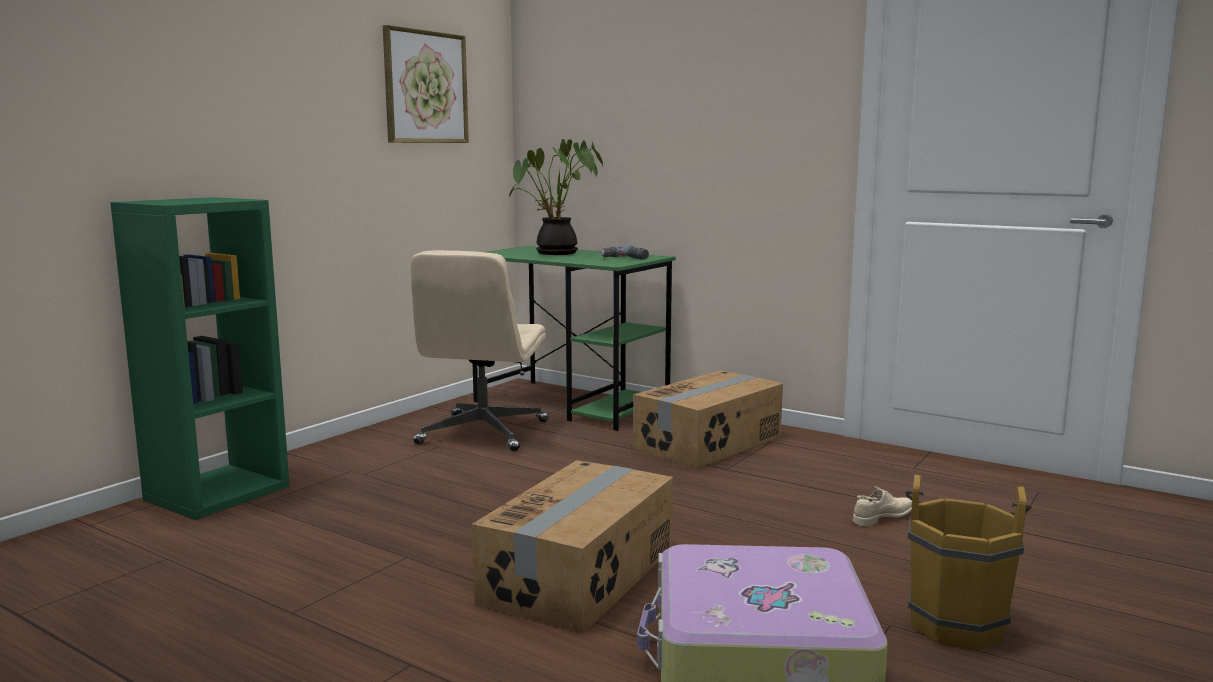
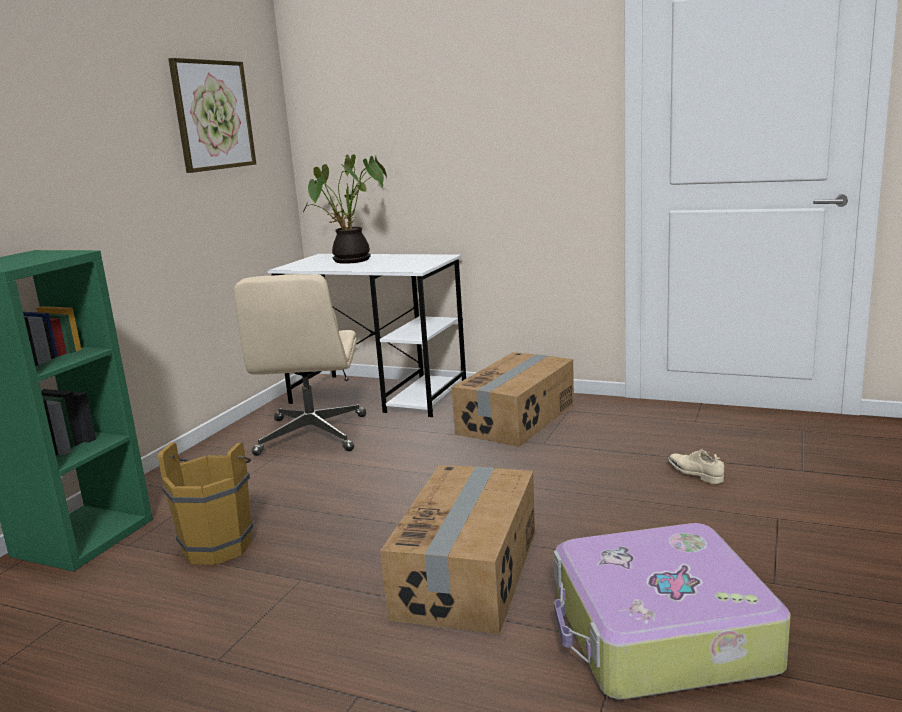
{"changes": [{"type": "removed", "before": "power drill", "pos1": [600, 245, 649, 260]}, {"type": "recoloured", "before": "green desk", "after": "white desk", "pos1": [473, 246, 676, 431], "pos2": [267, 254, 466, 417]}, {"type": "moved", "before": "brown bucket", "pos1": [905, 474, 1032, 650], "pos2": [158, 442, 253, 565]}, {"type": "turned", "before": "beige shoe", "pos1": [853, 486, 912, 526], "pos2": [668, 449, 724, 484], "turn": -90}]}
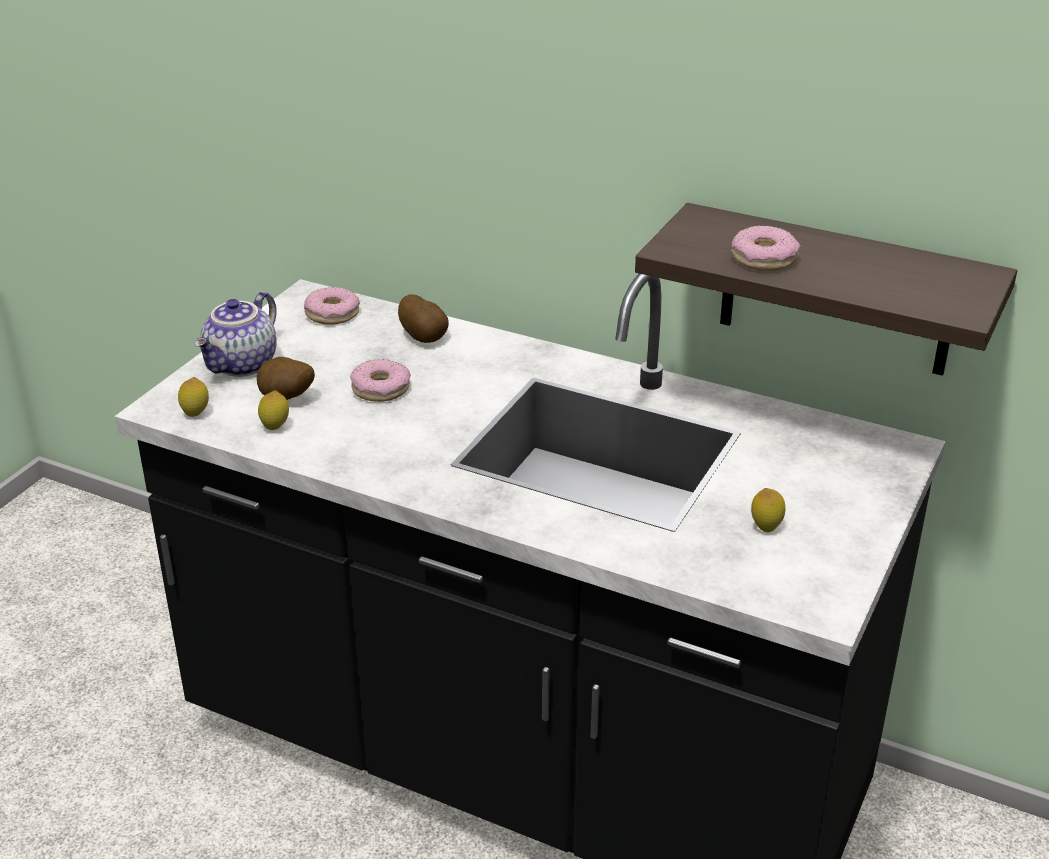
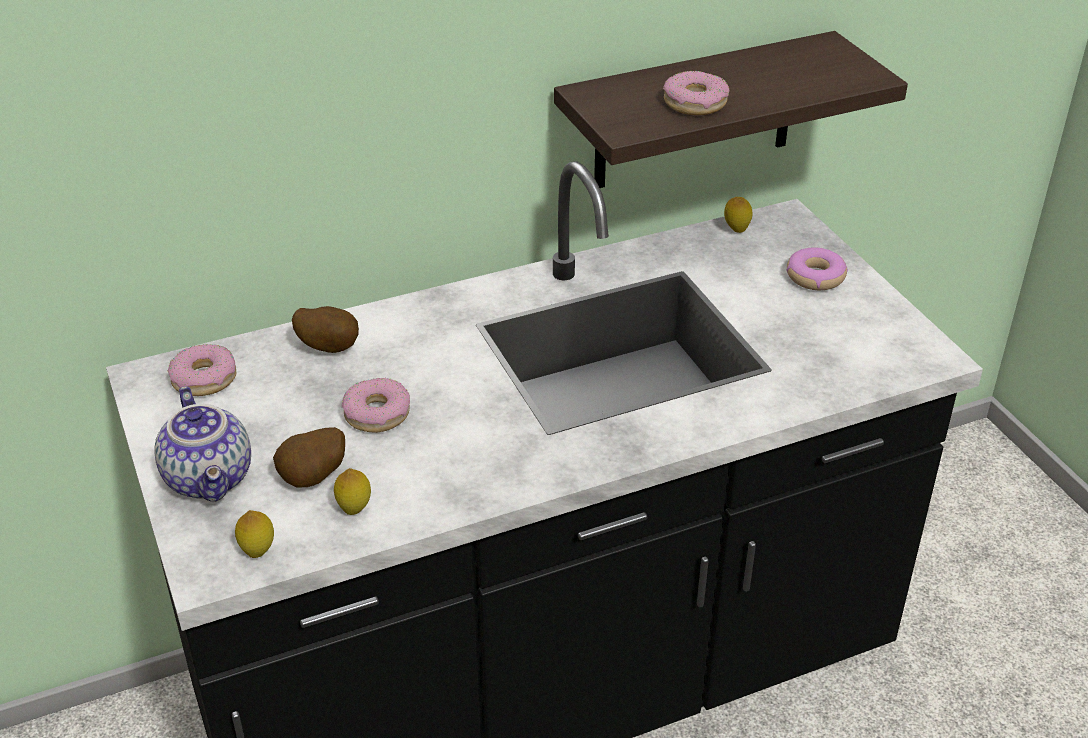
{"changes": [{"type": "moved", "before": "lemon", "pos1": [751, 488, 785, 532], "pos2": [724, 197, 752, 233]}, {"type": "added", "after": "donut", "pos2": [786, 248, 848, 290]}]}
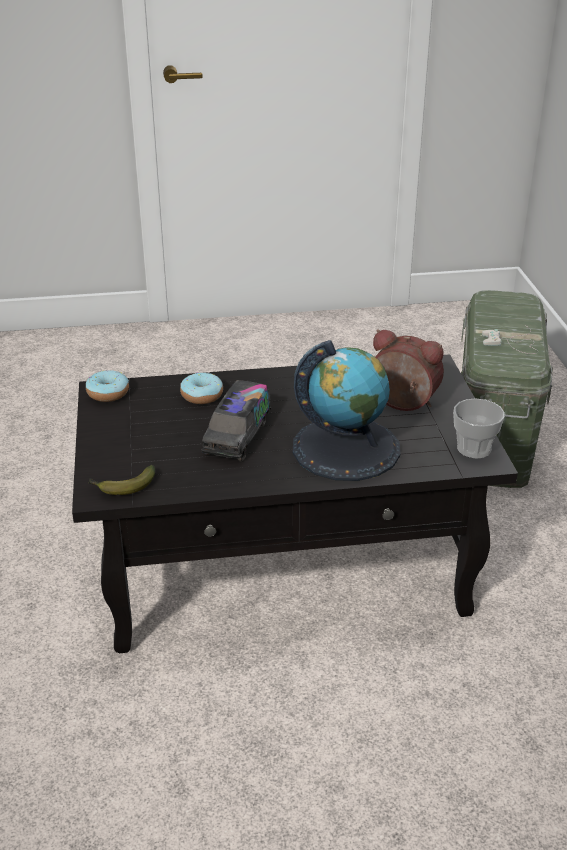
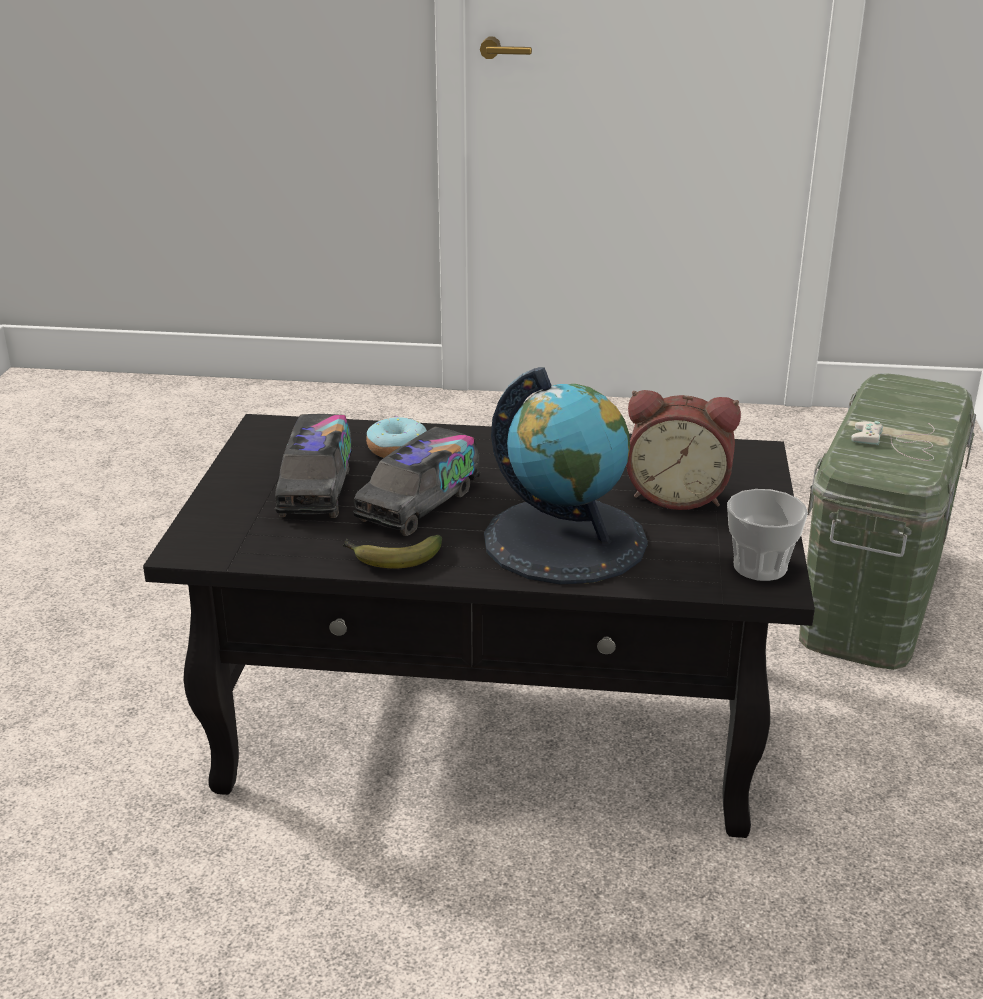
{"changes": [{"type": "turned", "before": "alarm clock", "pos1": [373, 329, 444, 411], "pos2": [626, 390, 741, 510], "turn": 150}, {"type": "removed", "before": "donut", "pos1": [86, 370, 129, 402]}, {"type": "moved", "before": "banana", "pos1": [88, 465, 155, 495], "pos2": [342, 535, 442, 568]}, {"type": "added", "after": "toy truck", "pos2": [275, 414, 353, 518]}]}
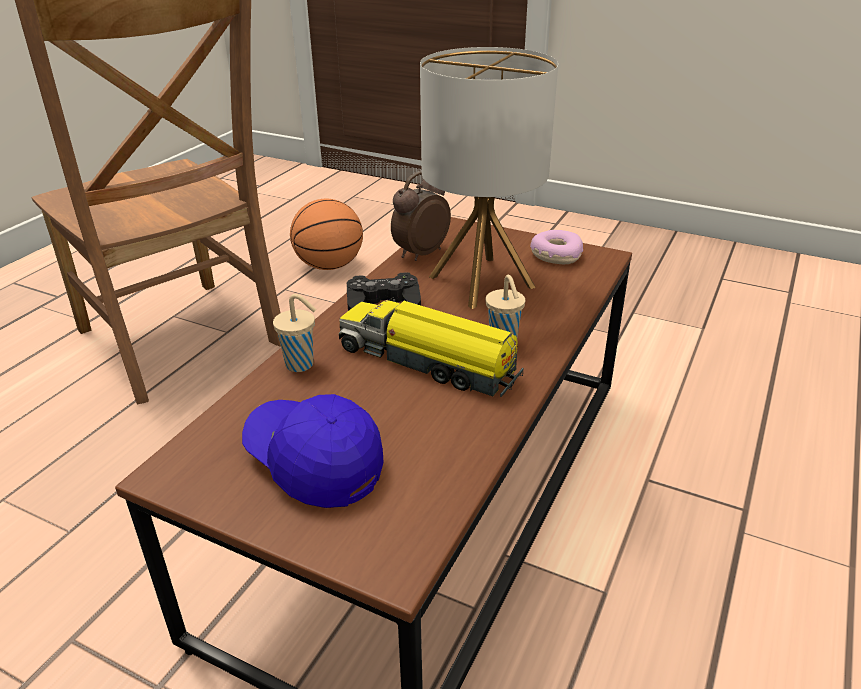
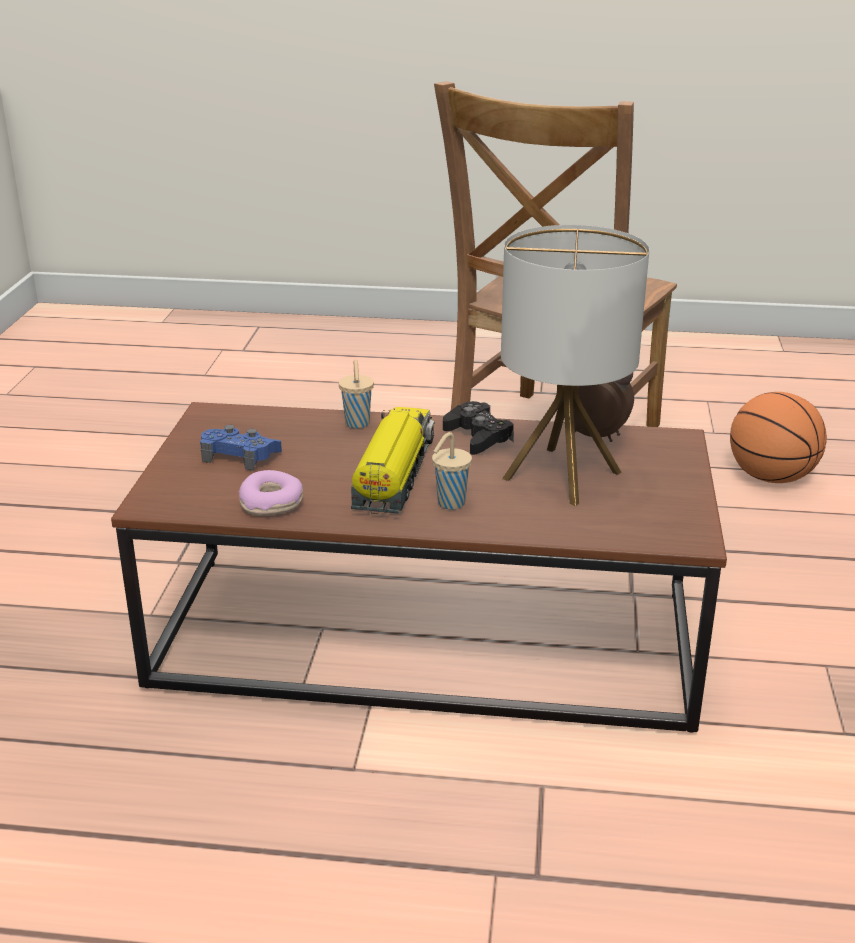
{"changes": [{"type": "moved", "before": "donut", "pos1": [530, 230, 583, 264], "pos2": [238, 470, 303, 516]}, {"type": "replaced", "before": "blue cap", "after": "blue game controller", "pos1": [242, 394, 384, 508], "pos2": [200, 425, 282, 471]}]}
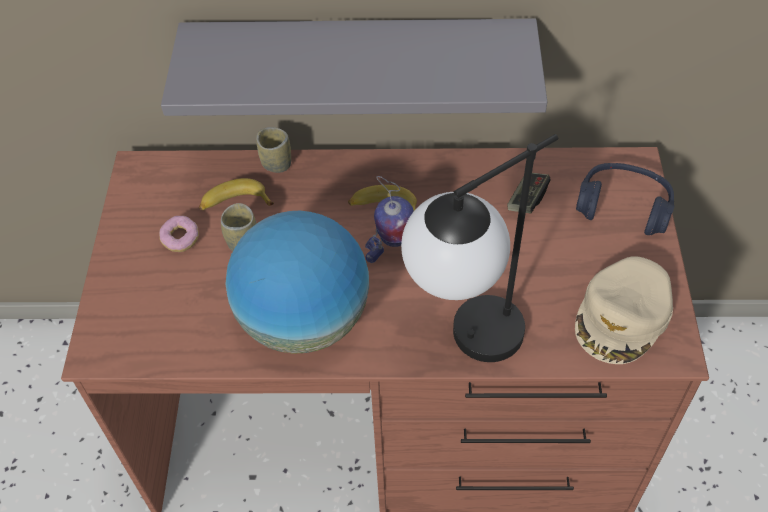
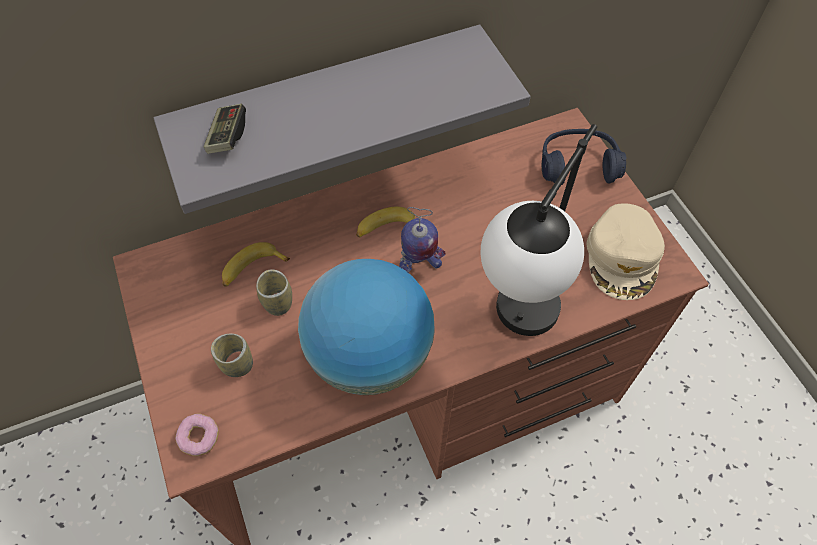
{"changes": [{"type": "moved", "before": "cup", "pos1": [256, 127, 291, 173], "pos2": [211, 334, 253, 377]}, {"type": "moved", "before": "game controller", "pos1": [507, 173, 551, 213], "pos2": [204, 104, 246, 154]}, {"type": "moved", "before": "donut", "pos1": [159, 216, 199, 252], "pos2": [175, 414, 219, 456]}]}
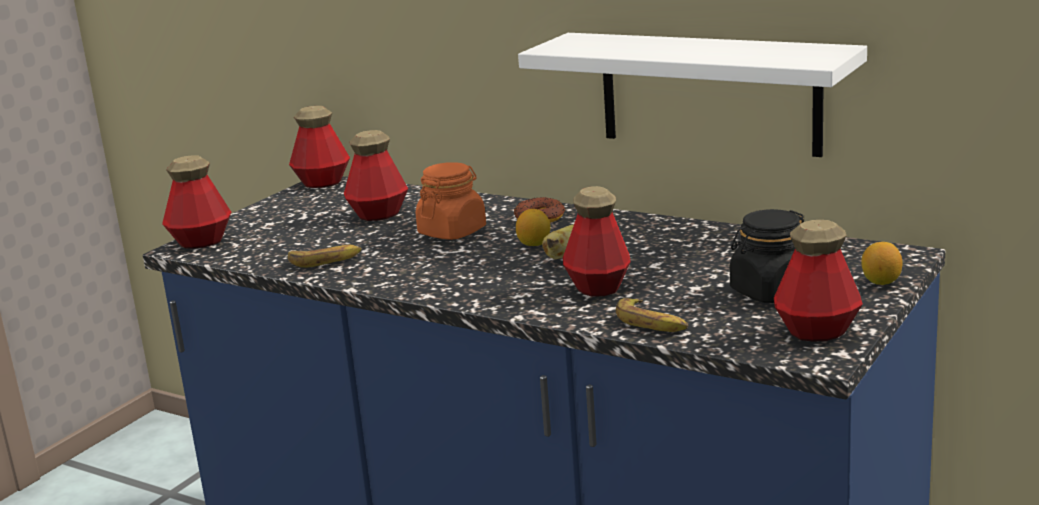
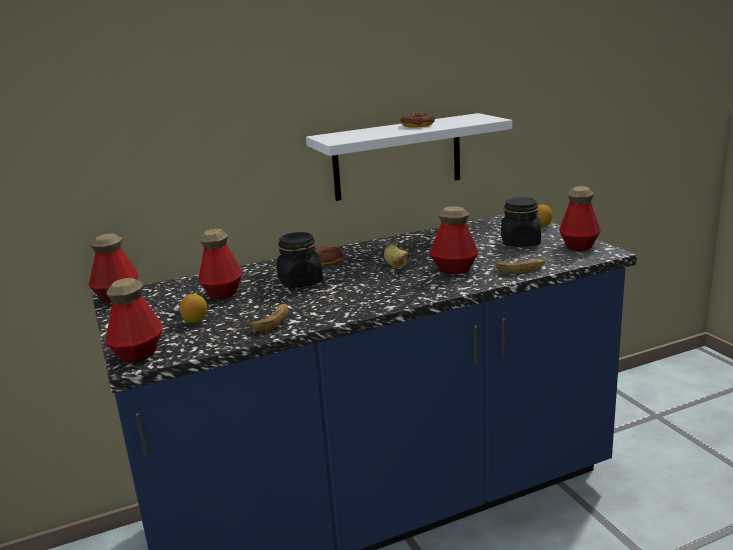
{"changes": [{"type": "recoloured", "before": "orange jar", "after": "black jar", "pos1": [416, 162, 486, 240], "pos2": [277, 232, 323, 288]}, {"type": "moved", "before": "lemon", "pos1": [516, 209, 550, 246], "pos2": [180, 294, 207, 323]}, {"type": "added", "after": "donut", "pos2": [400, 113, 435, 128]}]}
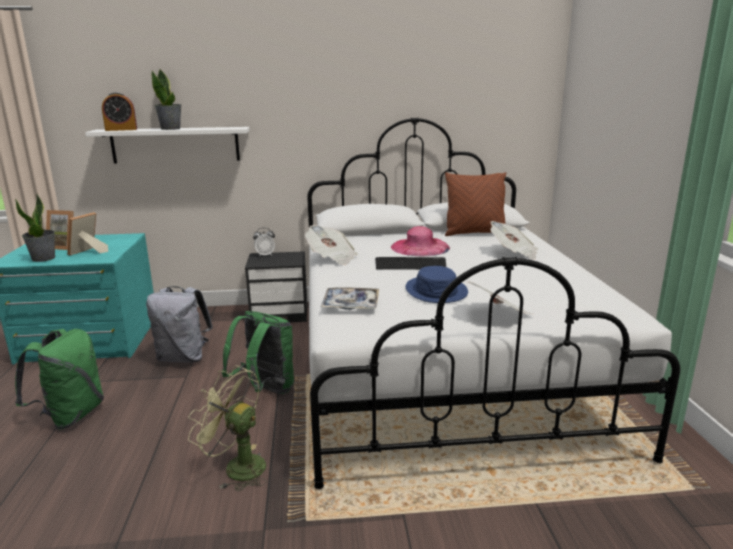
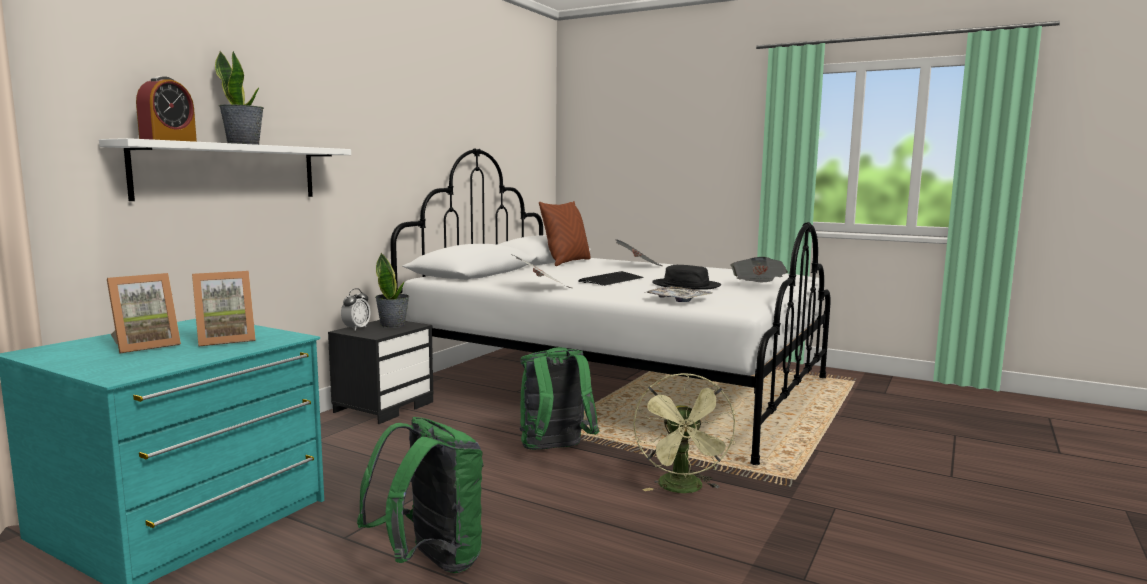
{"changes": [{"type": "moved", "before": "potted plant", "pos1": [15, 194, 55, 262], "pos2": [375, 253, 409, 328]}, {"type": "turned", "before": "picture frame", "pos1": [67, 212, 108, 256], "pos2": [192, 271, 256, 347], "turn": -90}, {"type": "removed", "before": "pink hat", "pos1": [391, 226, 450, 256]}, {"type": "recoloured", "before": "blue hat", "after": "black hat", "pos1": [406, 266, 468, 303], "pos2": [652, 265, 721, 290]}, {"type": "removed", "before": "grey backpack", "pos1": [146, 286, 213, 363]}, {"type": "turned", "before": "green fan", "pos1": [188, 366, 267, 491], "pos2": [633, 373, 736, 493], "turn": -60}]}
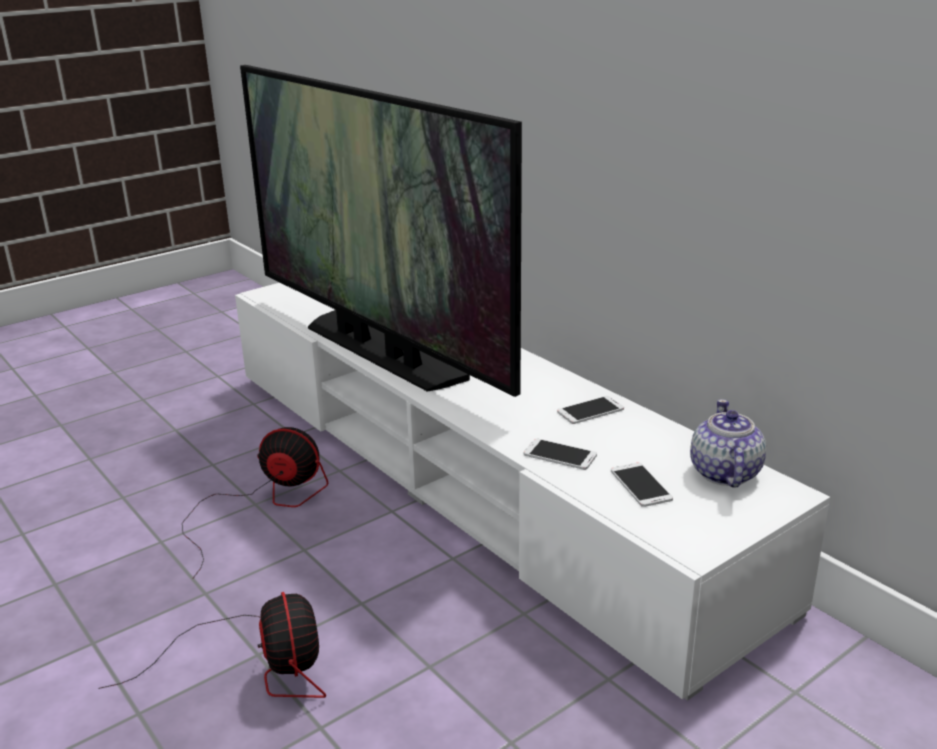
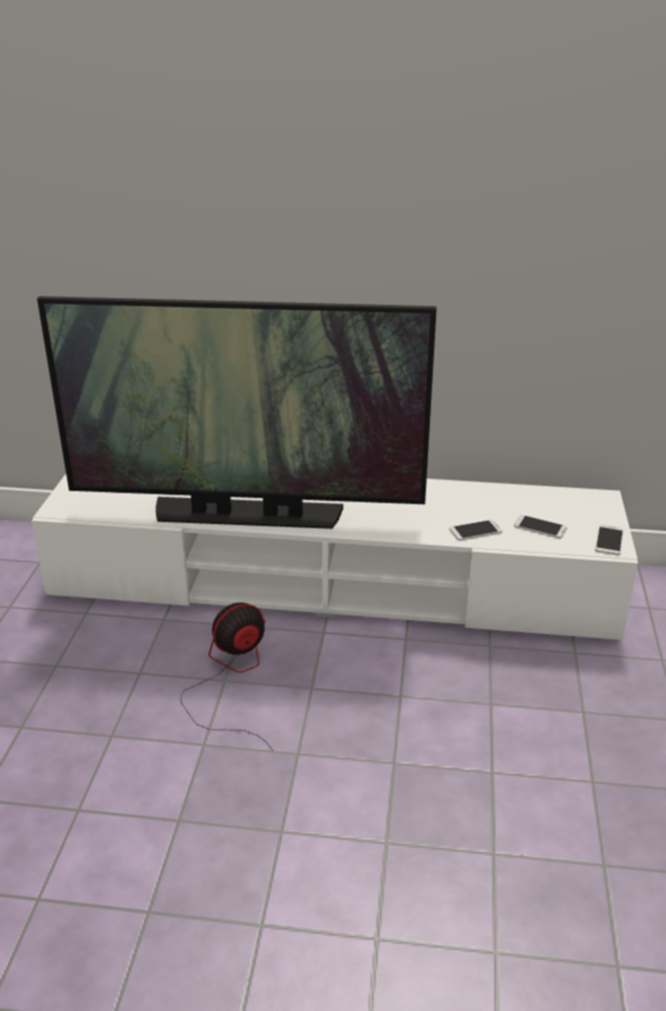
{"changes": [{"type": "moved", "before": "phone", "pos1": [557, 396, 624, 424], "pos2": [595, 525, 623, 555]}, {"type": "removed", "before": "teapot", "pos1": [690, 399, 766, 488]}, {"type": "removed", "before": "fan", "pos1": [98, 592, 326, 698]}]}
